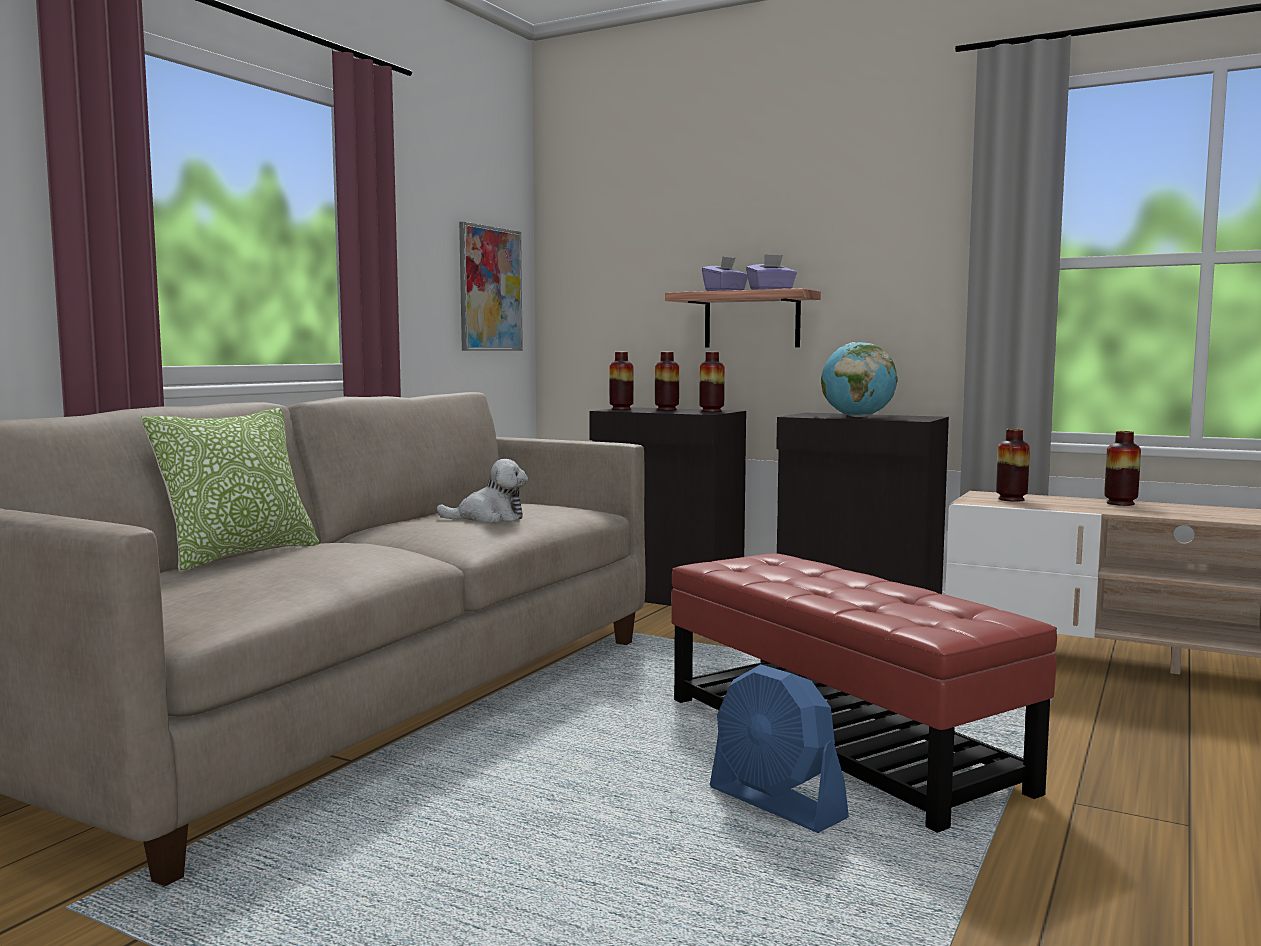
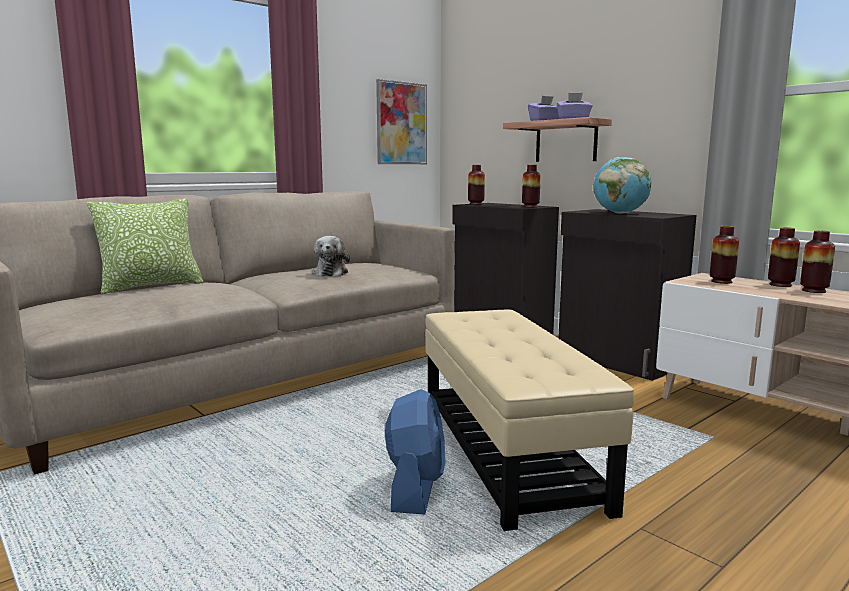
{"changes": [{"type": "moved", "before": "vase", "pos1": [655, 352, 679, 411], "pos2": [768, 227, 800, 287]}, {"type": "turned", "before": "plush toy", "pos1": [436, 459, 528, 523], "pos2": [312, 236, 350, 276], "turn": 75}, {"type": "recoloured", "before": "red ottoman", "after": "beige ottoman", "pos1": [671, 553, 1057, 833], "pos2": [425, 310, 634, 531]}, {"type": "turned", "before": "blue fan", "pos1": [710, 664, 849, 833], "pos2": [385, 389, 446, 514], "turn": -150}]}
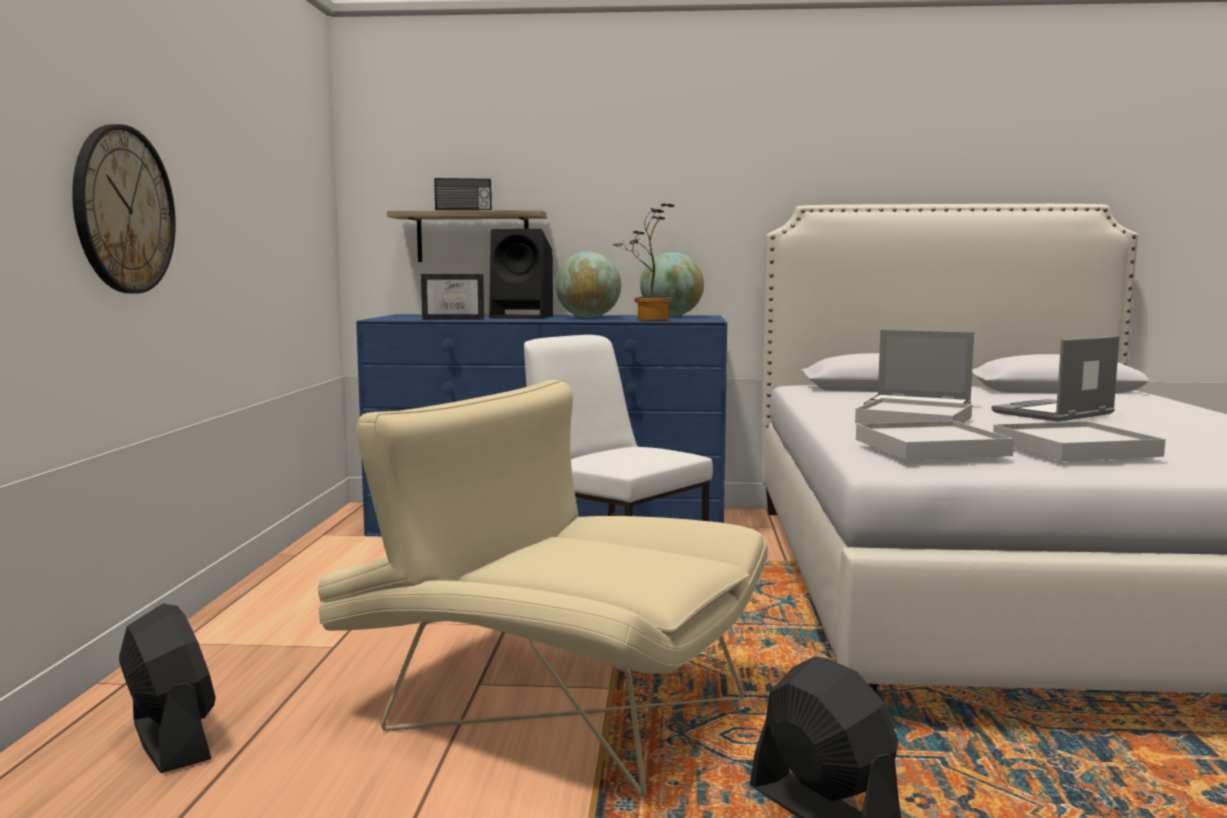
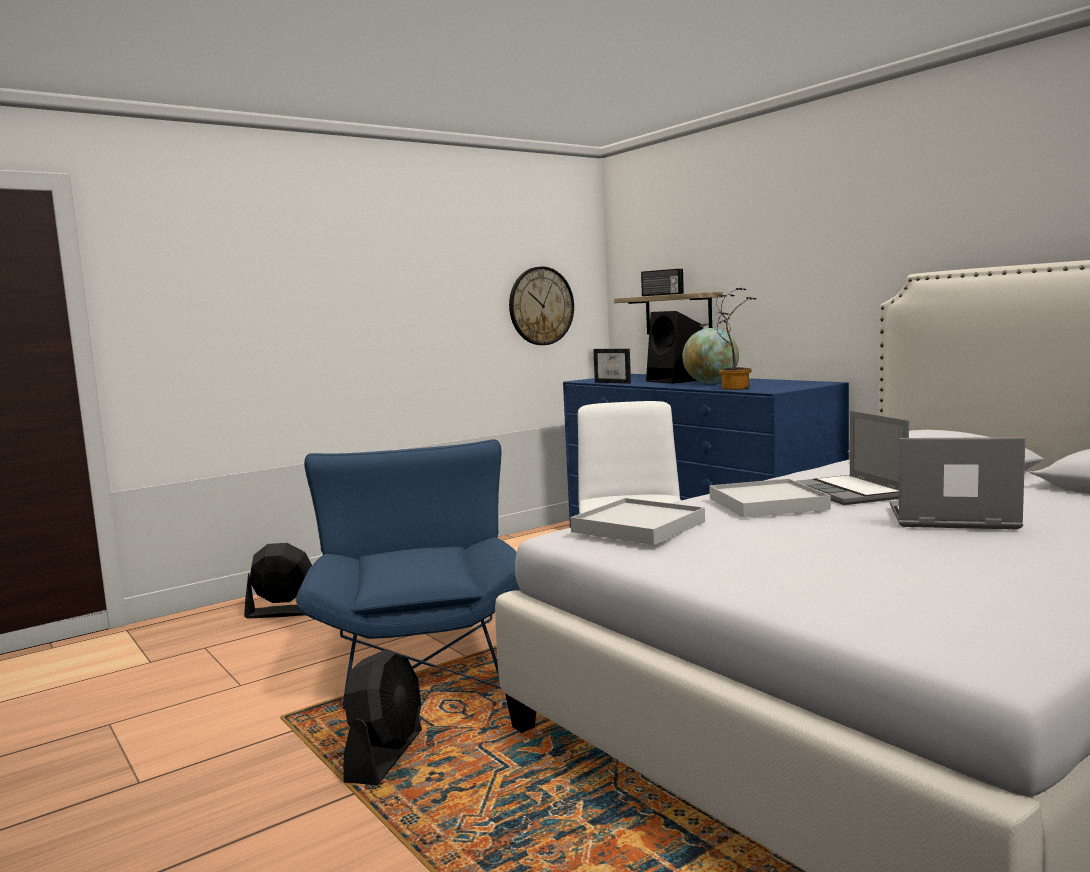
{"changes": [{"type": "moved", "before": "wall clock", "pos1": [72, 124, 176, 293], "pos2": [509, 266, 574, 345]}, {"type": "removed", "before": "globe", "pos1": [640, 252, 704, 316]}, {"type": "recoloured", "before": "beige armchair", "after": "blue armchair", "pos1": [317, 380, 768, 798], "pos2": [296, 439, 520, 710]}, {"type": "removed", "before": "white tray", "pos1": [993, 421, 1165, 461]}, {"type": "turned", "before": "black fan", "pos1": [119, 604, 216, 773], "pos2": [244, 543, 312, 618], "turn": -105}]}
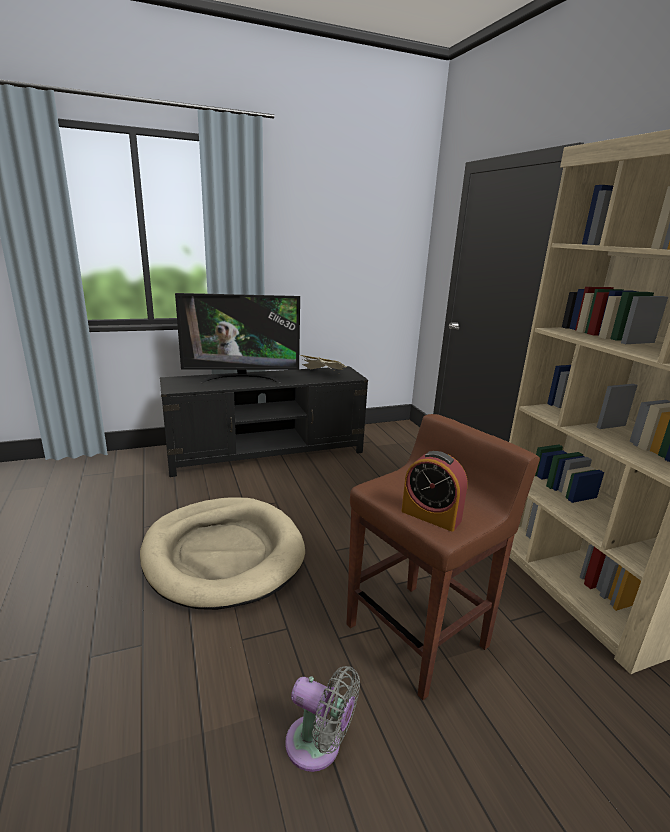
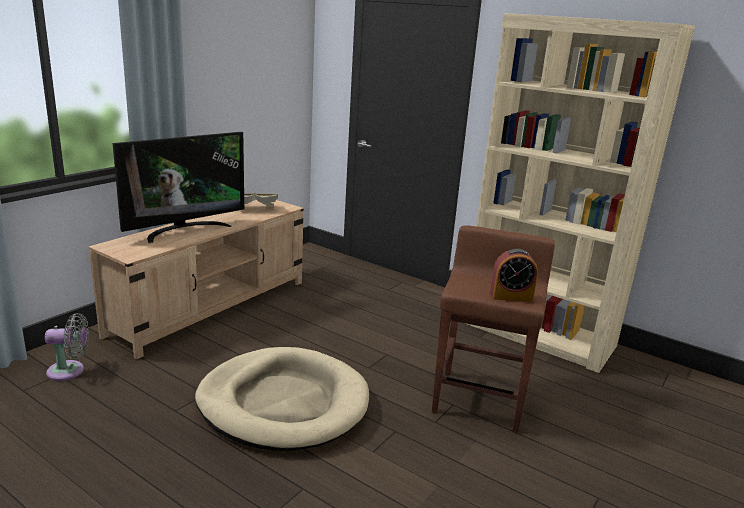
{"changes": [{"type": "recoloured", "before": "black tv stand", "after": "beige tv stand", "pos1": [160, 366, 368, 477], "pos2": [88, 200, 304, 360]}, {"type": "moved", "before": "grey fan", "pos1": [285, 666, 360, 772], "pos2": [45, 313, 89, 381]}]}
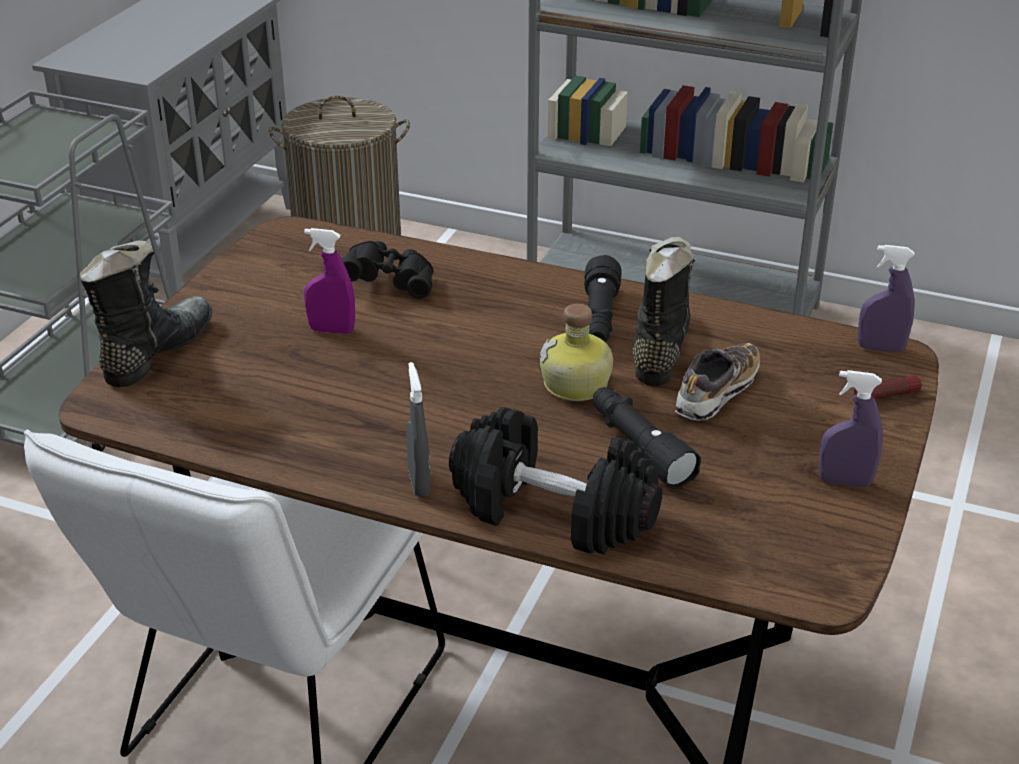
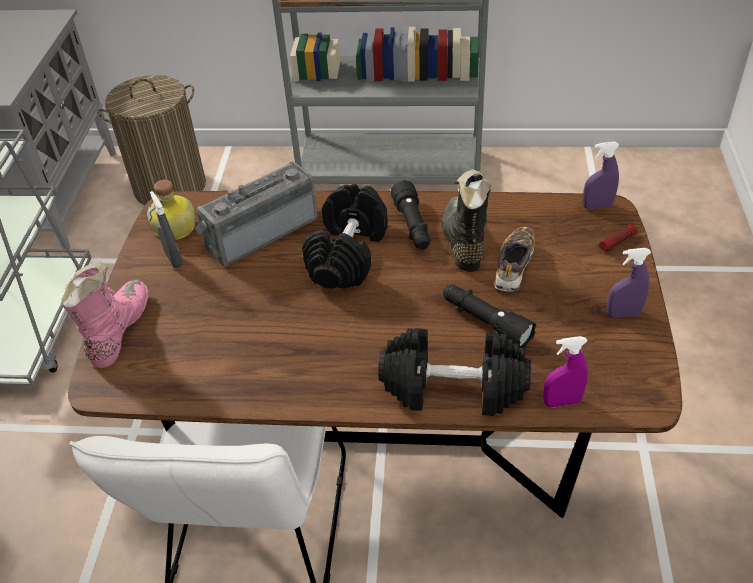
{"changes": [{"type": "moved", "before": "purple spray bottle", "pos1": [304, 228, 355, 334], "pos2": [543, 336, 588, 408]}, {"type": "recoloured", "before": "black boot", "after": "pink boot", "pos1": [80, 241, 212, 387], "pos2": [61, 261, 148, 368]}, {"type": "replaced", "before": "black binoculars", "after": "radio", "pos1": [342, 241, 433, 299], "pos2": [195, 162, 318, 266]}, {"type": "moved", "before": "bottle", "pos1": [539, 304, 613, 401], "pos2": [147, 180, 195, 240]}, {"type": "moved", "before": "grey spray bottle", "pos1": [406, 362, 431, 497], "pos2": [150, 191, 182, 268]}, {"type": "added", "after": "black dumbbell", "pos2": [302, 184, 388, 289]}]}
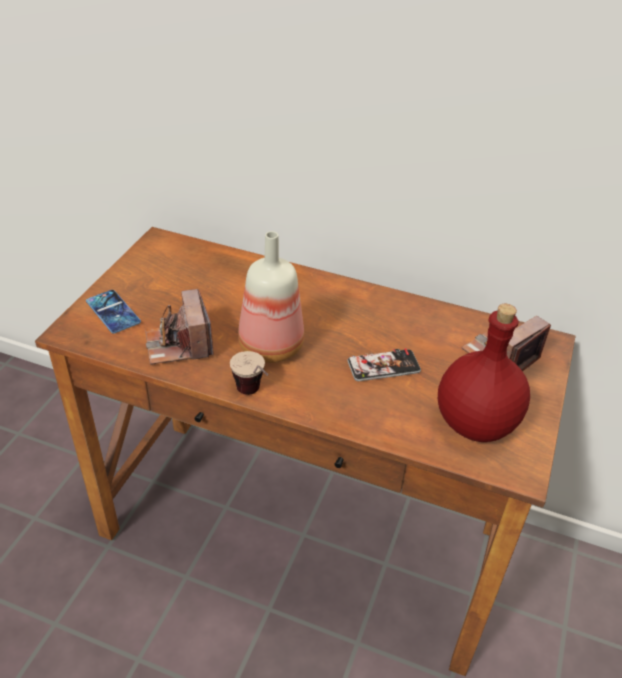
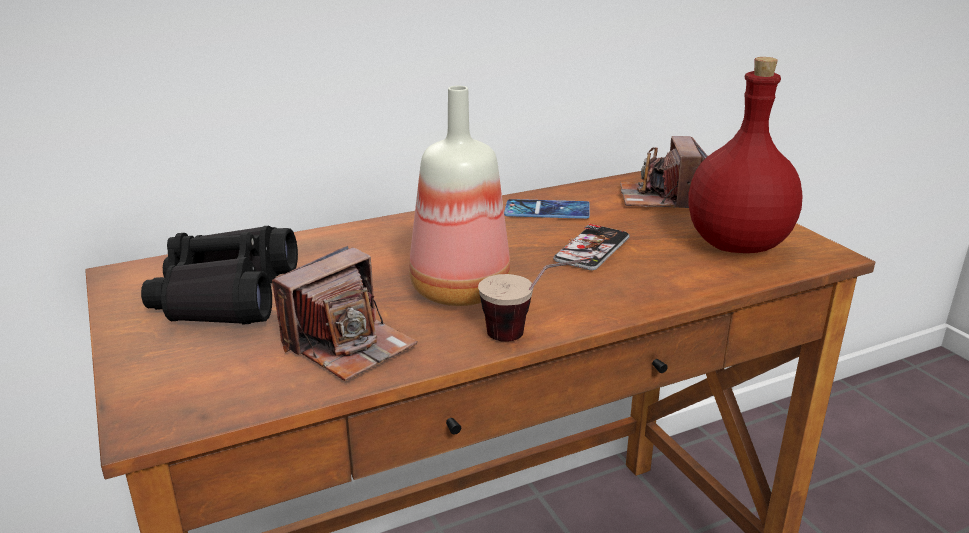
{"changes": [{"type": "turned", "before": "photo camera", "pos1": [145, 289, 214, 365], "pos2": [272, 246, 417, 381], "turn": -75}, {"type": "moved", "before": "phone", "pos1": [86, 290, 141, 334], "pos2": [504, 199, 590, 219]}, {"type": "added", "after": "black binoculars", "pos2": [141, 226, 298, 324]}]}
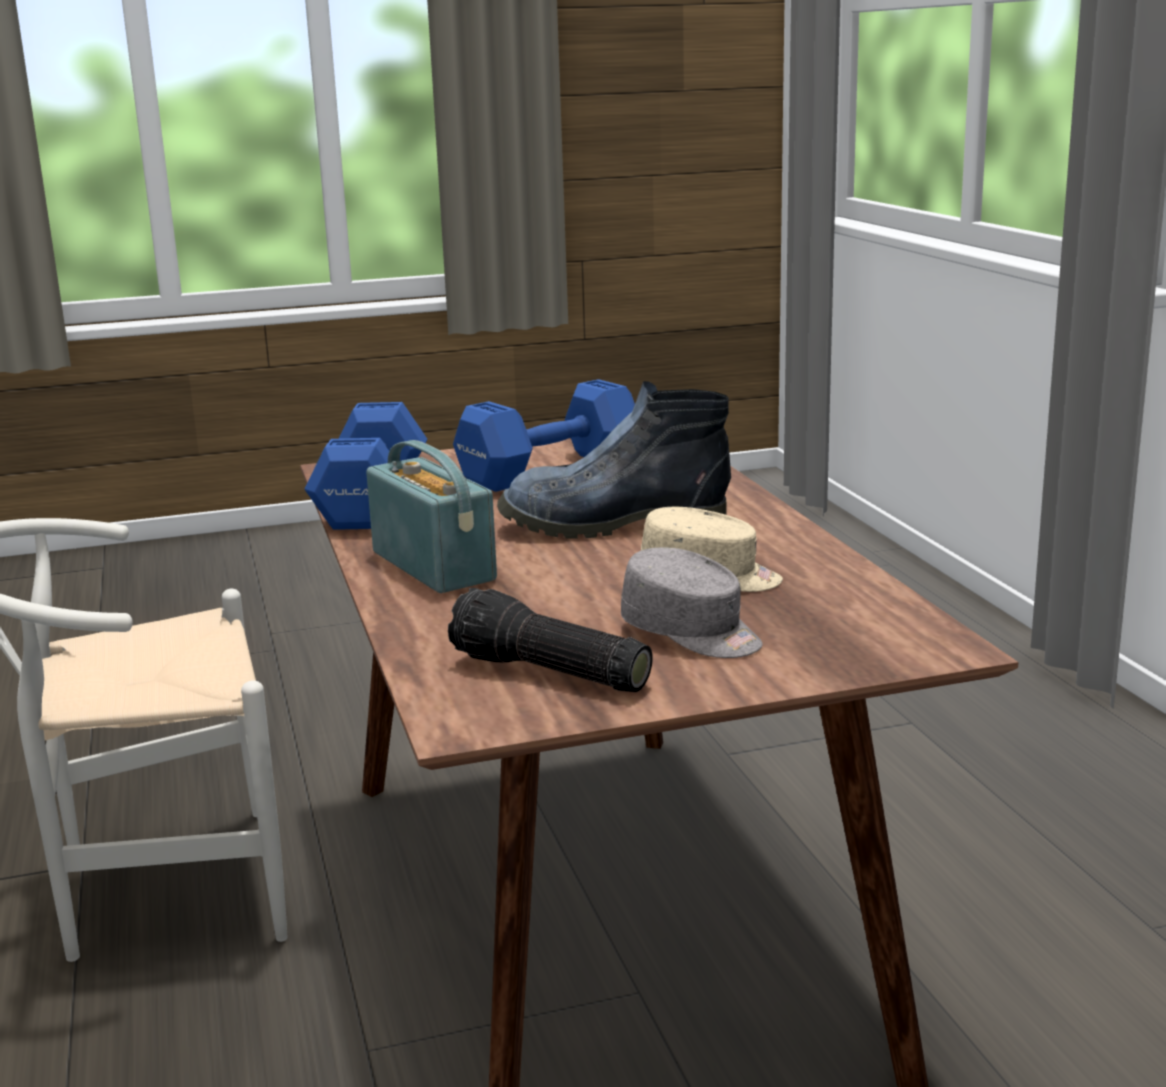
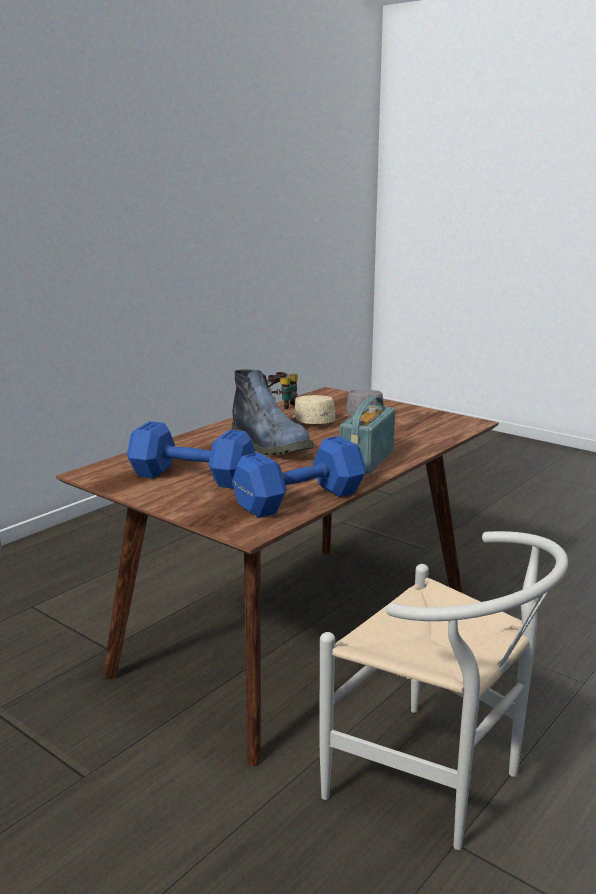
{"changes": [{"type": "removed", "before": "flashlight", "pos1": [448, 588, 653, 692]}, {"type": "added", "after": "binoculars", "pos2": [268, 372, 298, 409]}]}
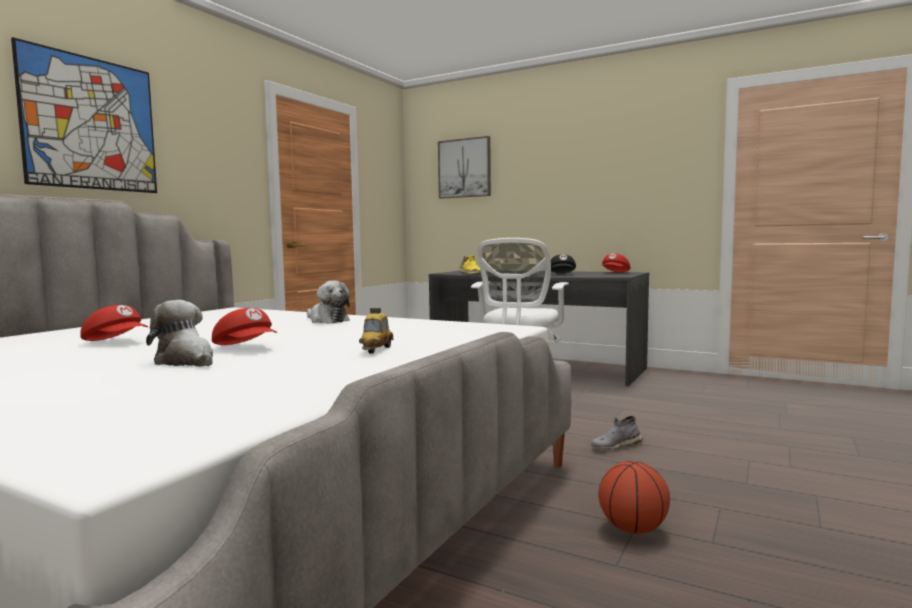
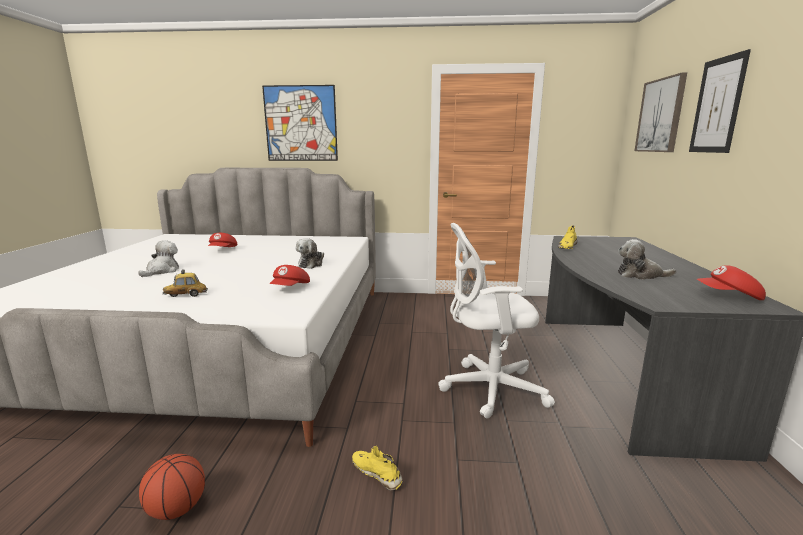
{"changes": [{"type": "replaced", "before": "black cap", "after": "plush toy", "pos1": [551, 254, 576, 274], "pos2": [618, 239, 676, 280]}, {"type": "moved", "before": "red cap", "pos1": [212, 308, 277, 345], "pos2": [269, 265, 310, 286]}, {"type": "recoloured", "before": "grey shoe", "after": "yellow shoe", "pos1": [591, 416, 643, 450], "pos2": [352, 446, 403, 491]}, {"type": "added", "after": "picture", "pos2": [689, 49, 751, 153]}]}
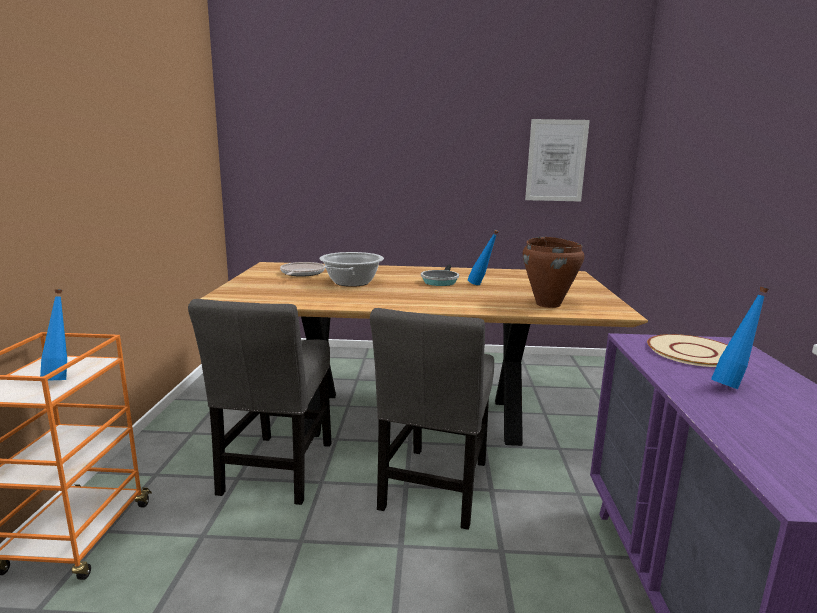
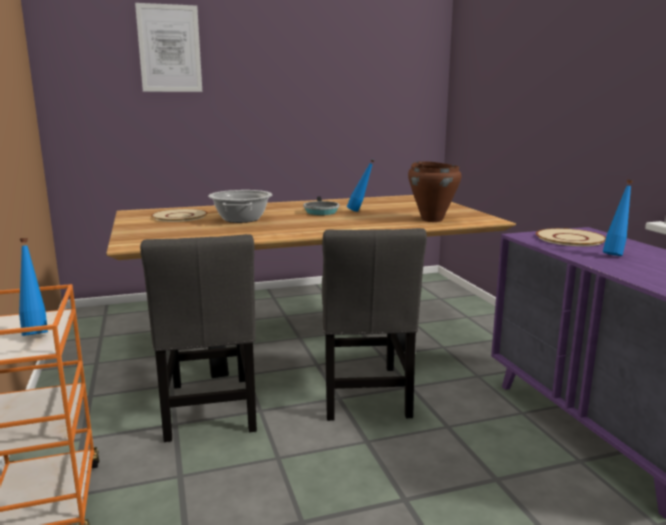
{"changes": [{"type": "moved", "before": "picture", "pos1": [525, 119, 590, 201], "pos2": [135, 3, 202, 92]}, {"type": "replaced", "before": "frying pan", "after": "beige plate", "pos1": [280, 262, 325, 277], "pos2": [151, 209, 208, 222]}]}
